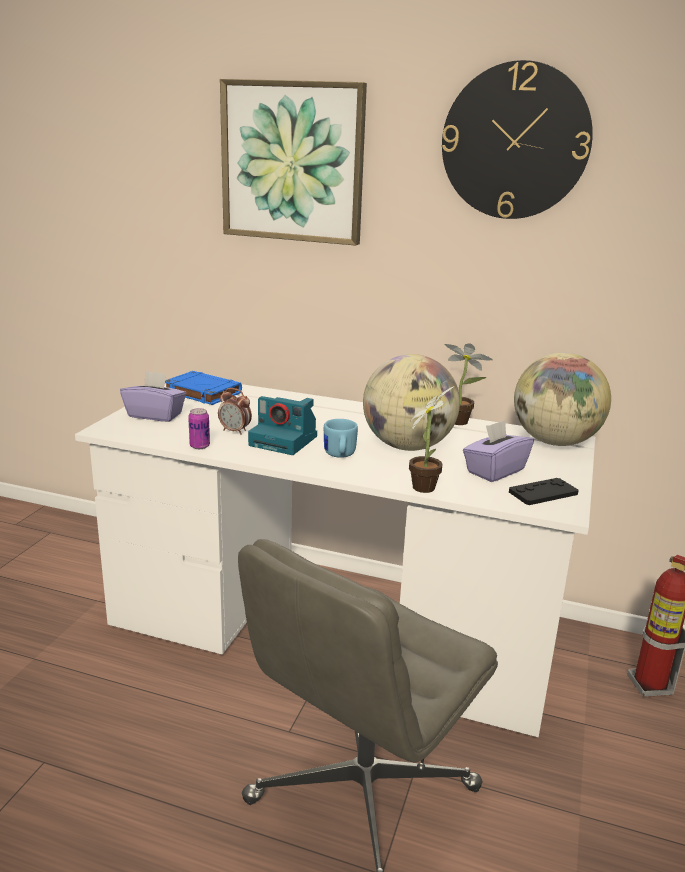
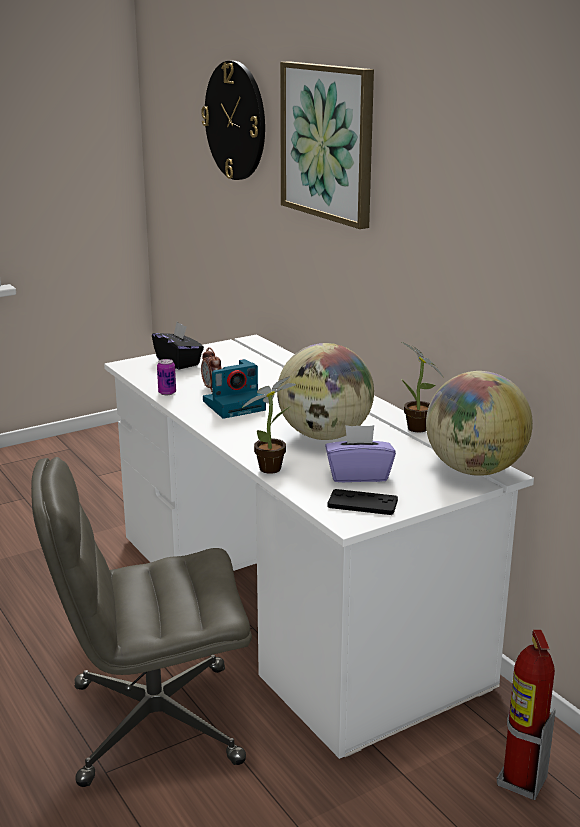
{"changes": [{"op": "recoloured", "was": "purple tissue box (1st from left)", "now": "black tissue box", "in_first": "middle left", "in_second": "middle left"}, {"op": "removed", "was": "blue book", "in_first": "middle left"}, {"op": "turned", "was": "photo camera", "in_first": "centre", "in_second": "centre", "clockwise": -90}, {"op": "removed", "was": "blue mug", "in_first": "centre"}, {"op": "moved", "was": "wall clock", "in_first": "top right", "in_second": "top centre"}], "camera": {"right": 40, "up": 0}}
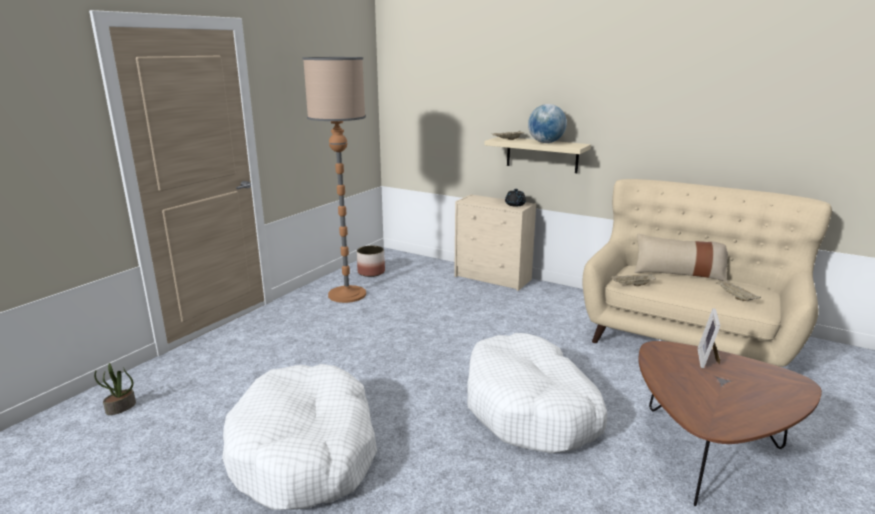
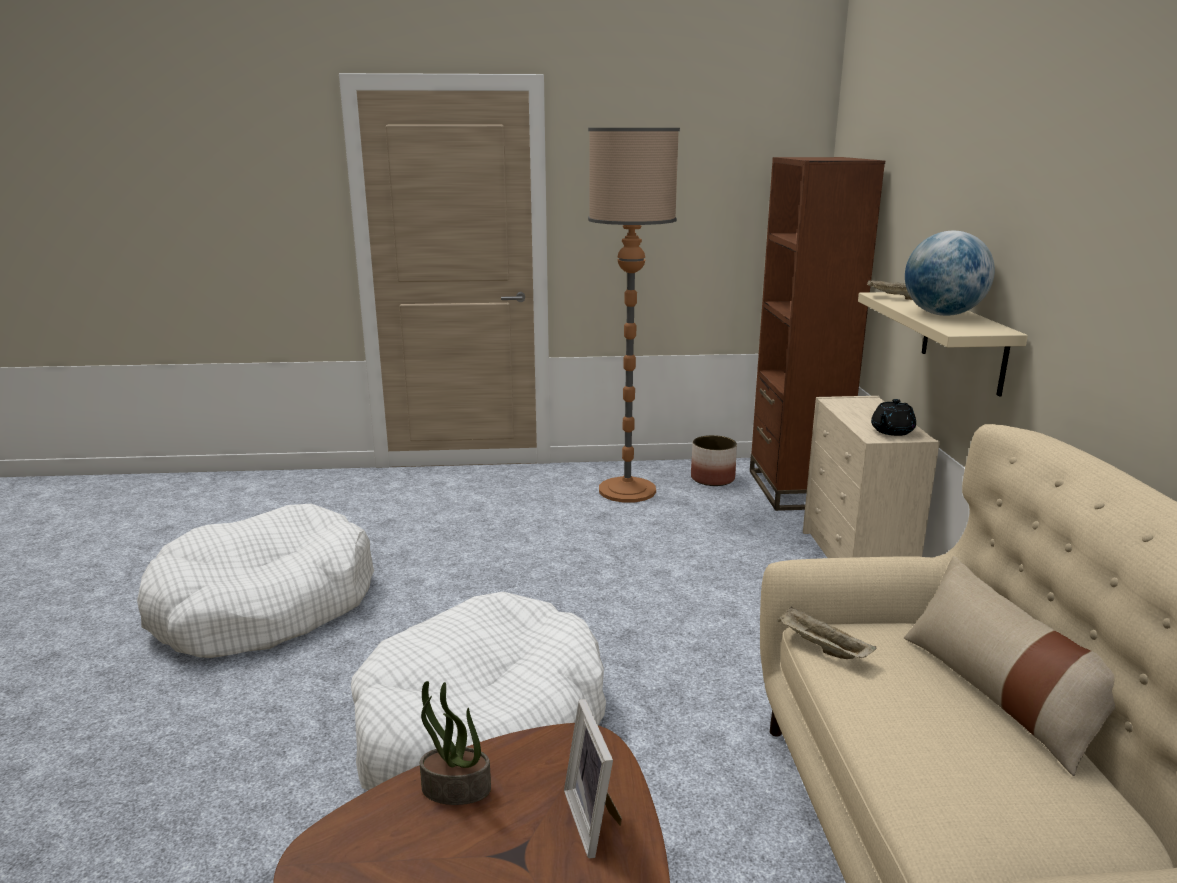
{"changes": [{"op": "moved", "was": "potted plant", "in_first": "bottom left", "in_second": "bottom centre"}, {"op": "turned", "was": "picture frame", "in_first": "middle right", "in_second": "bottom centre", "clockwise": -90}, {"op": "removed", "was": "beige tray (3rd from left)", "in_first": "middle right"}, {"op": "added", "now": "brown bookcase", "in_second": "middle right"}], "camera": {"right": 55, "up": 0}}
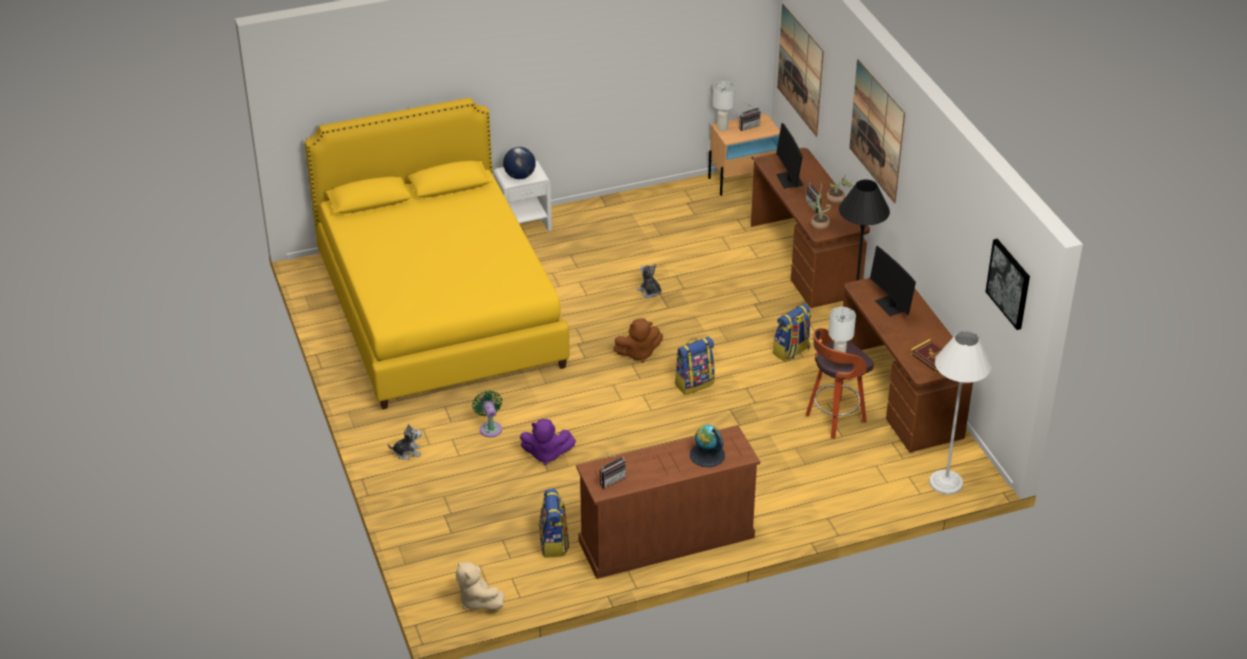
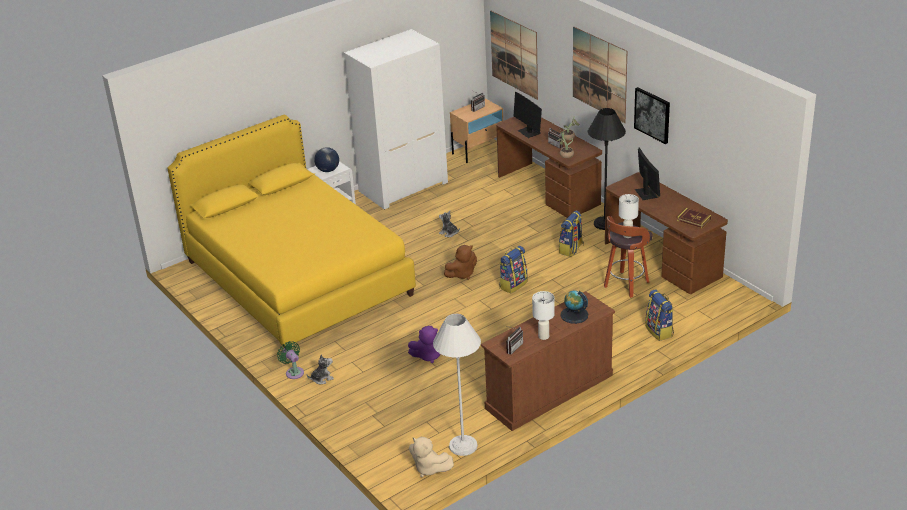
{"changes": [{"op": "moved", "was": "green fan", "in_first": "centre", "in_second": "bottom left"}, {"op": "moved", "was": "backpack (1st from left in the first image)", "now": "backpack (3rd from left)", "in_first": "bottom centre", "in_second": "middle right"}, {"op": "moved", "was": "white table lamp (1st from left)", "in_first": "top centre", "in_second": "centre"}, {"op": "turned", "was": "monitor (2nd from left)", "in_first": "middle right", "in_second": "middle right", "clockwise": -150}, {"op": "moved", "was": "white floor lamp", "in_first": "middle right", "in_second": "bottom centre"}, {"op": "moved", "was": "picture (3rd from left)", "in_first": "middle right", "in_second": "top right"}, {"op": "added", "now": "white wardrobe", "in_second": "top centre"}], "camera": {"right": -15, "up": -5}}
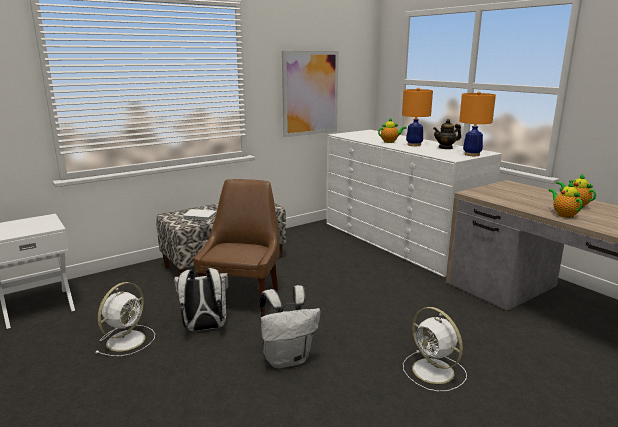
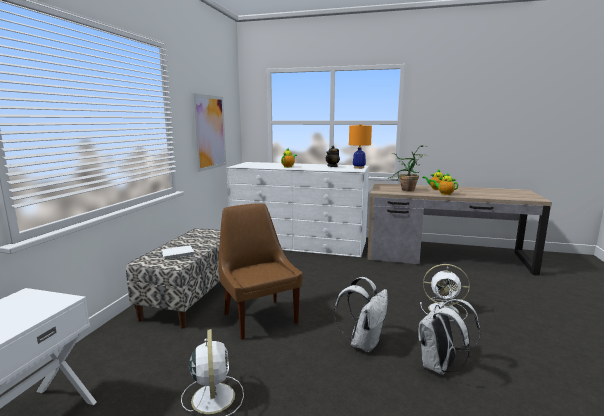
{"changes": [{"op": "moved", "was": "white backpack (1st from left in the first image)", "now": "white backpack (2nd from left)", "in_first": "bottom left", "in_second": "bottom right"}, {"op": "removed", "was": "orange table lamp (1st from left)", "in_first": "top right"}, {"op": "added", "now": "potted plant", "in_second": "middle right"}], "camera": {"right": -40, "up": -5}}
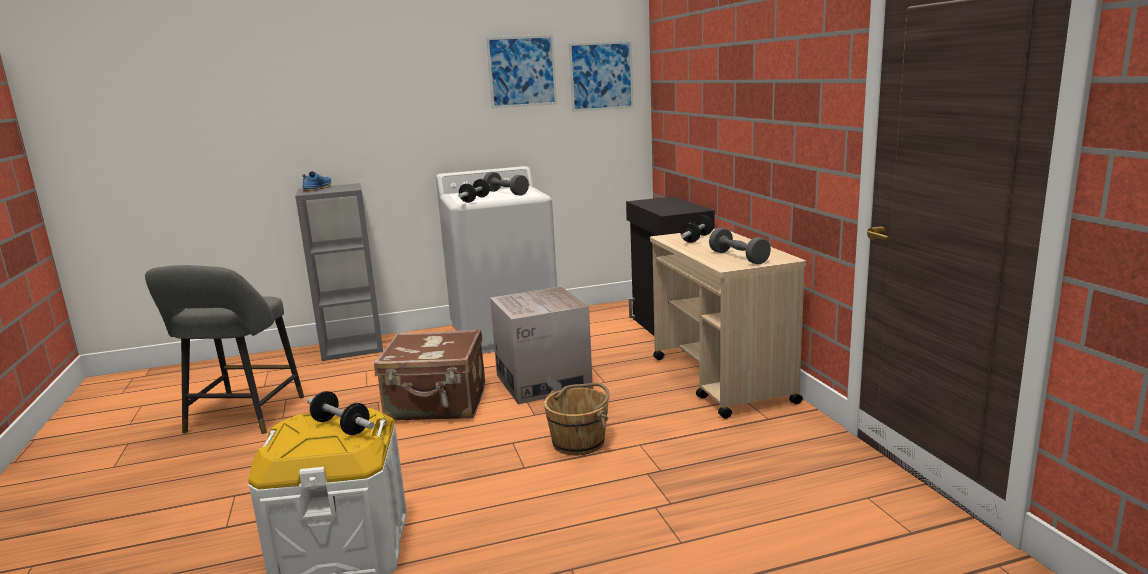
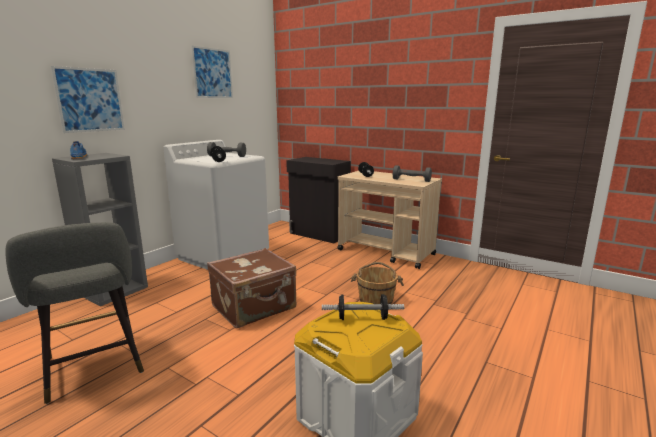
{"changes": [{"op": "removed", "was": "cardboard box", "in_first": "centre"}, {"op": "moved", "was": "picture (2nd from left in the first image)", "now": "picture (1st from left)", "in_first": "top centre", "in_second": "top left"}], "camera": {"right": -40, "up": 0}}
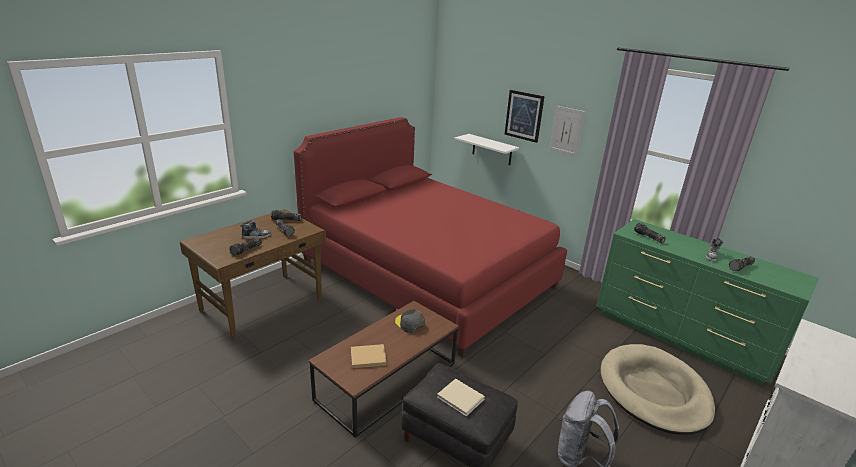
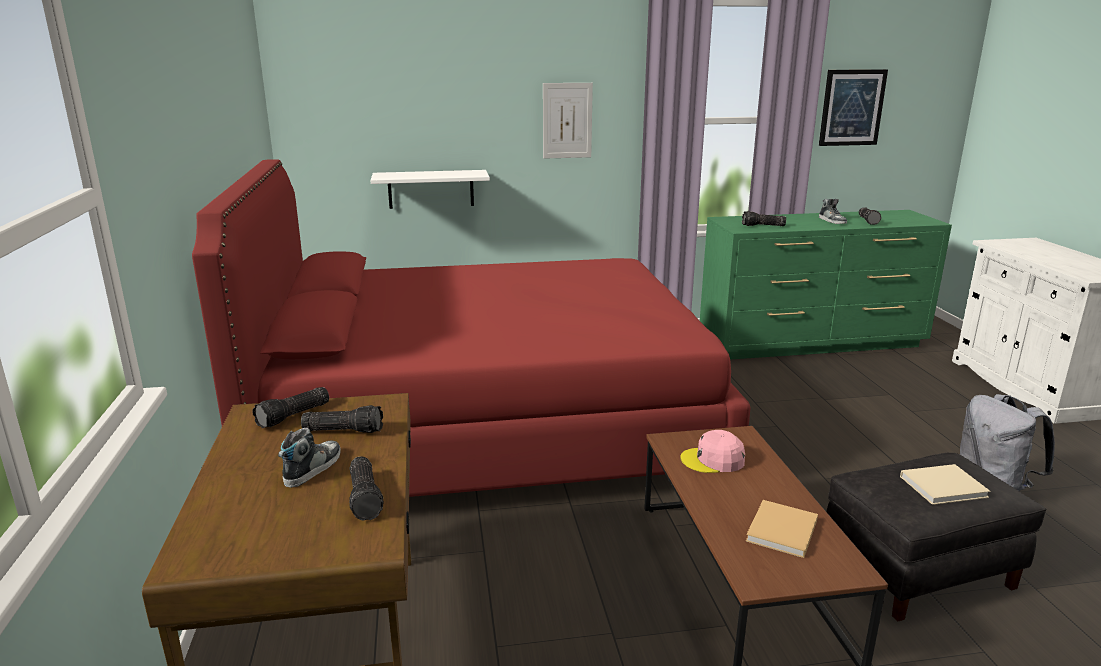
{"changes": [{"op": "recoloured", "was": "grey cap", "now": "pink cap", "in_first": "bottom centre", "in_second": "bottom centre"}, {"op": "moved", "was": "picture (1st from left in the first image)", "now": "picture (2nd from left)", "in_first": "top centre", "in_second": "top right"}, {"op": "removed", "was": "beige dog bed", "in_first": "bottom right"}], "camera": {"right": -50, "up": -5}}
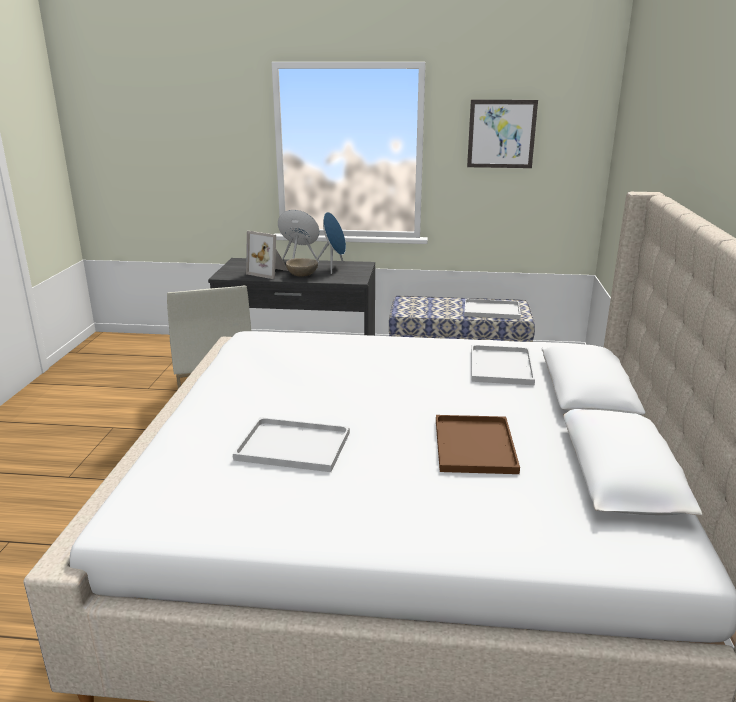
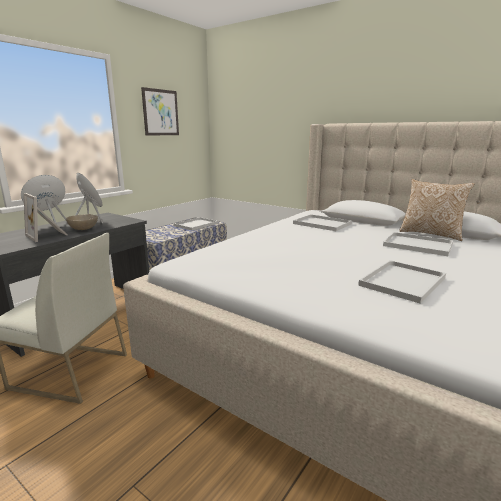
{"changes": [{"op": "turned", "was": "picture frame", "in_first": "centre", "in_second": "middle left", "clockwise": 75}, {"op": "recoloured", "was": "brown tray", "now": "white tray (4th from left)", "in_first": "centre", "in_second": "middle right"}, {"op": "added", "now": "pillow", "in_second": "middle right"}], "camera": {"right": -60, "up": -5}}
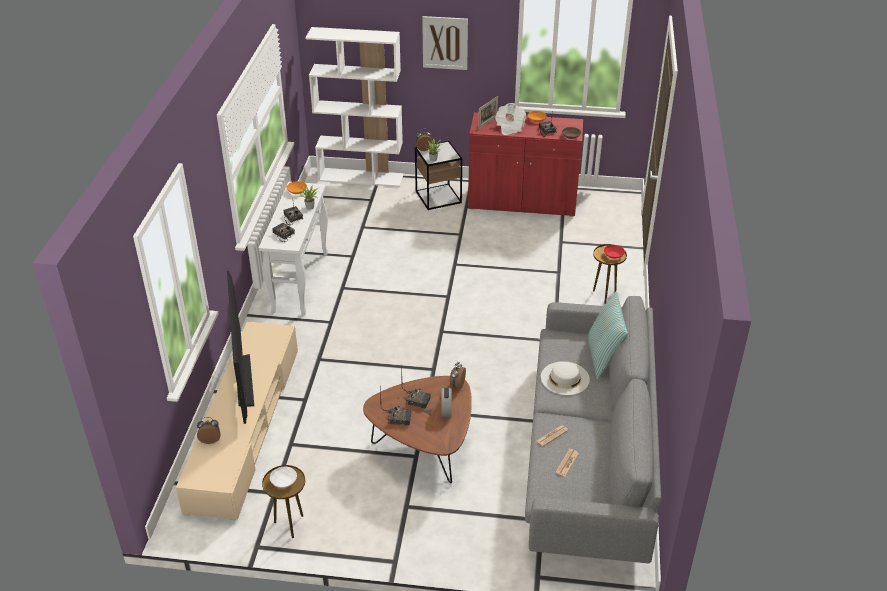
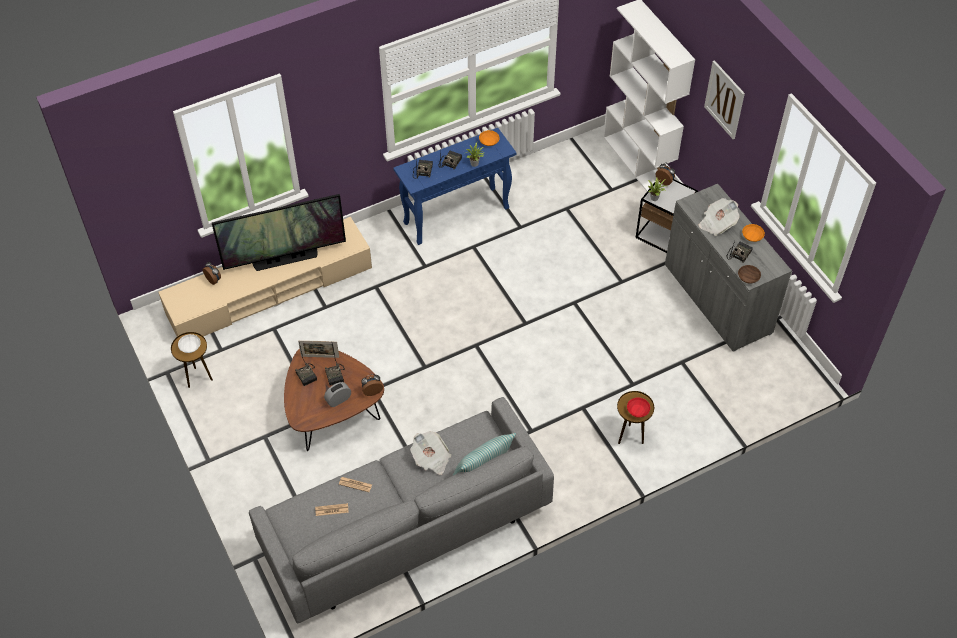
{"changes": [{"op": "turned", "was": "television", "in_first": "middle left", "in_second": "middle left", "clockwise": -150}, {"op": "recoloured", "was": "white console table", "now": "blue console table", "in_first": "middle left", "in_second": "top centre"}, {"op": "recoloured", "was": "red cabinet", "now": "grey cabinet", "in_first": "top centre", "in_second": "middle right"}, {"op": "moved", "was": "picture frame", "in_first": "top centre", "in_second": "middle left"}, {"op": "replaced", "was": "white hat", "now": "newspaper (3rd from left)", "in_first": "centre", "in_second": "bottom centre"}], "camera": {"right": 55, "up": 15}}
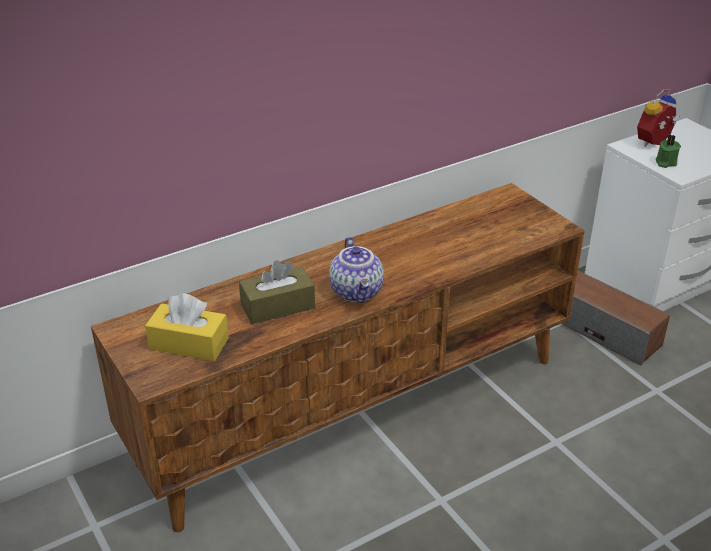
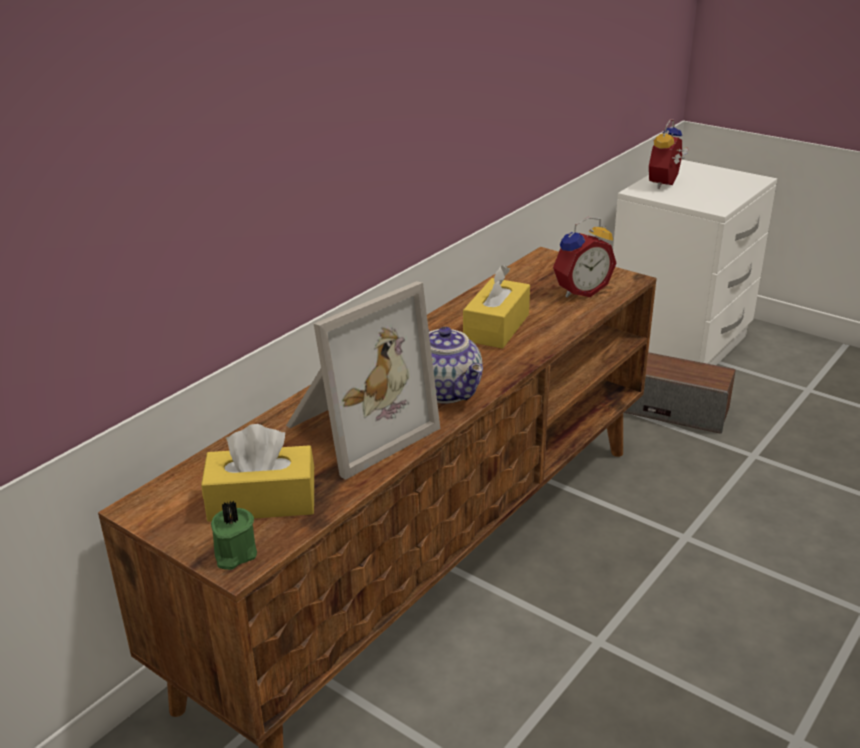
{"changes": [{"op": "replaced", "was": "brown tissue box", "now": "picture frame", "in_first": "centre", "in_second": "centre"}, {"op": "moved", "was": "green candle", "in_first": "top right", "in_second": "bottom left"}, {"op": "added", "now": "yellow tissue box (2nd from left)", "in_second": "centre"}, {"op": "added", "now": "alarm clock (1st from left)", "in_second": "middle right"}], "camera": {"right": -20, "up": -5}}
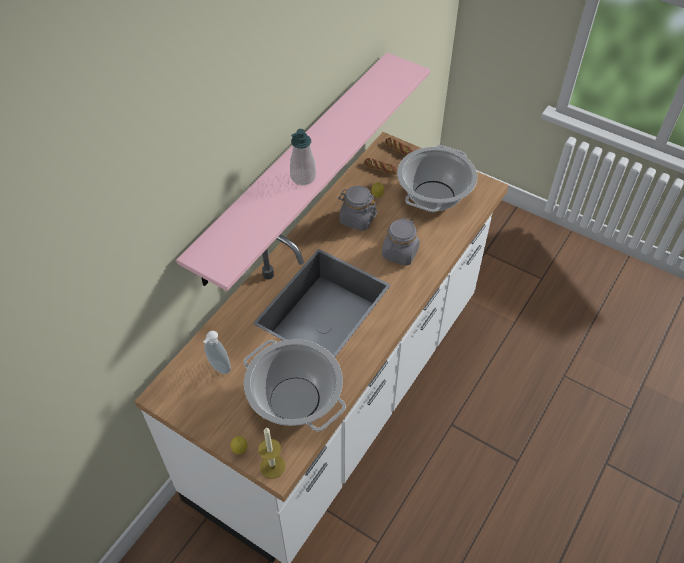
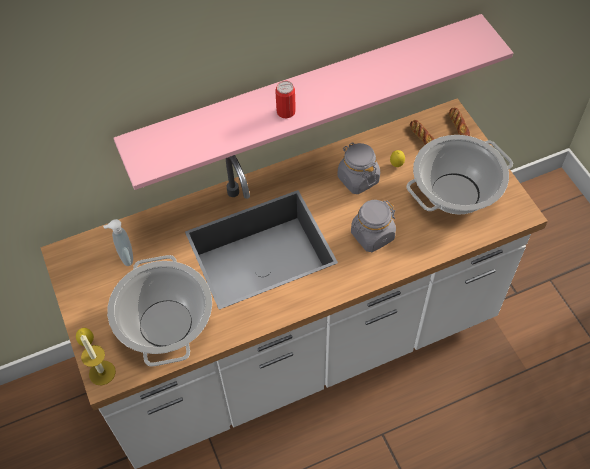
{"changes": [{"op": "replaced", "was": "soap dispenser (2nd from left)", "now": "can", "in_first": "top centre", "in_second": "top centre"}], "camera": {"right": 35, "up": 5}}
